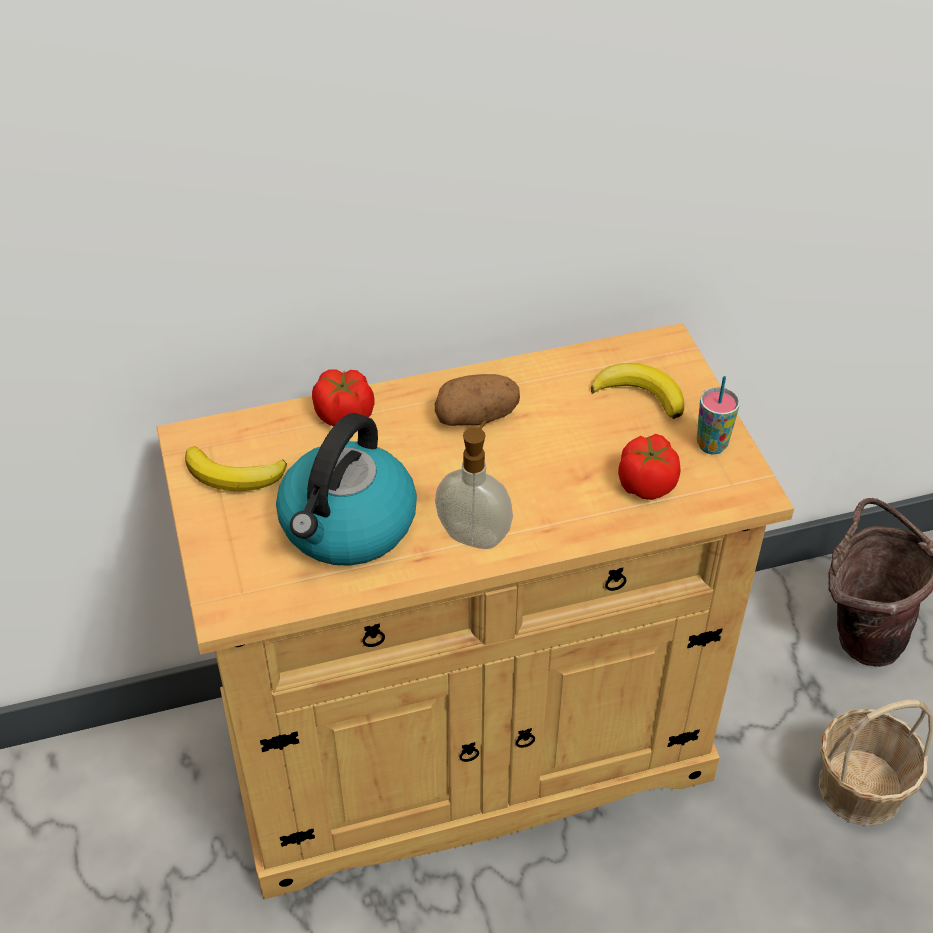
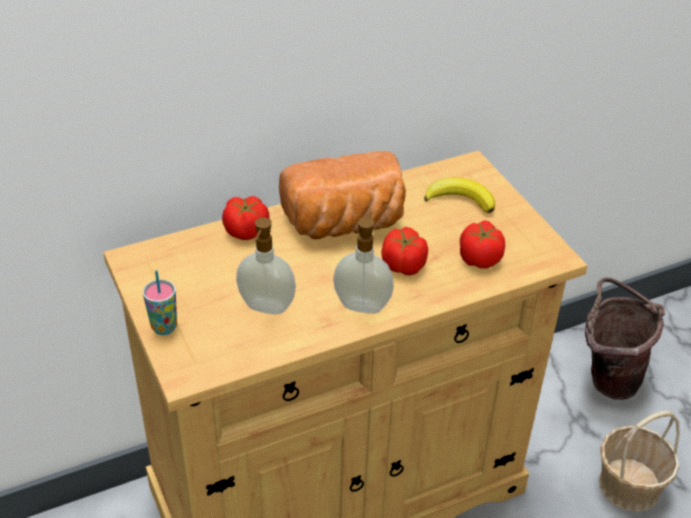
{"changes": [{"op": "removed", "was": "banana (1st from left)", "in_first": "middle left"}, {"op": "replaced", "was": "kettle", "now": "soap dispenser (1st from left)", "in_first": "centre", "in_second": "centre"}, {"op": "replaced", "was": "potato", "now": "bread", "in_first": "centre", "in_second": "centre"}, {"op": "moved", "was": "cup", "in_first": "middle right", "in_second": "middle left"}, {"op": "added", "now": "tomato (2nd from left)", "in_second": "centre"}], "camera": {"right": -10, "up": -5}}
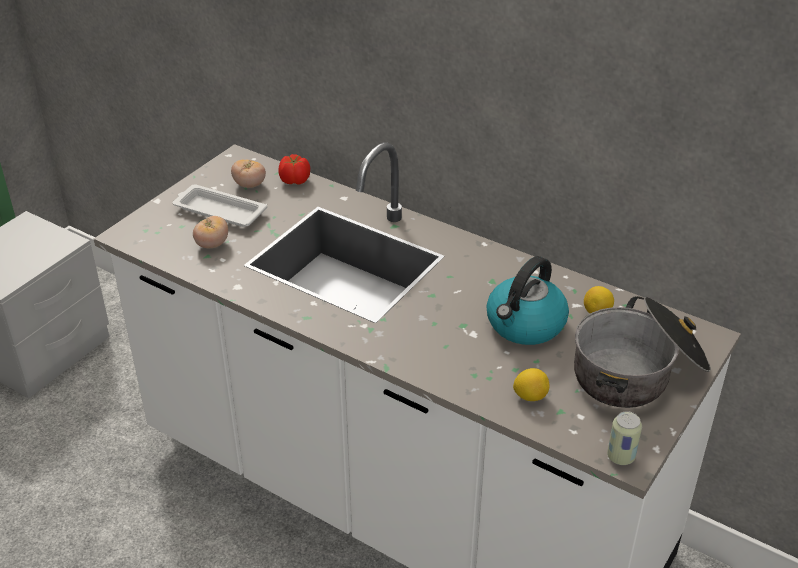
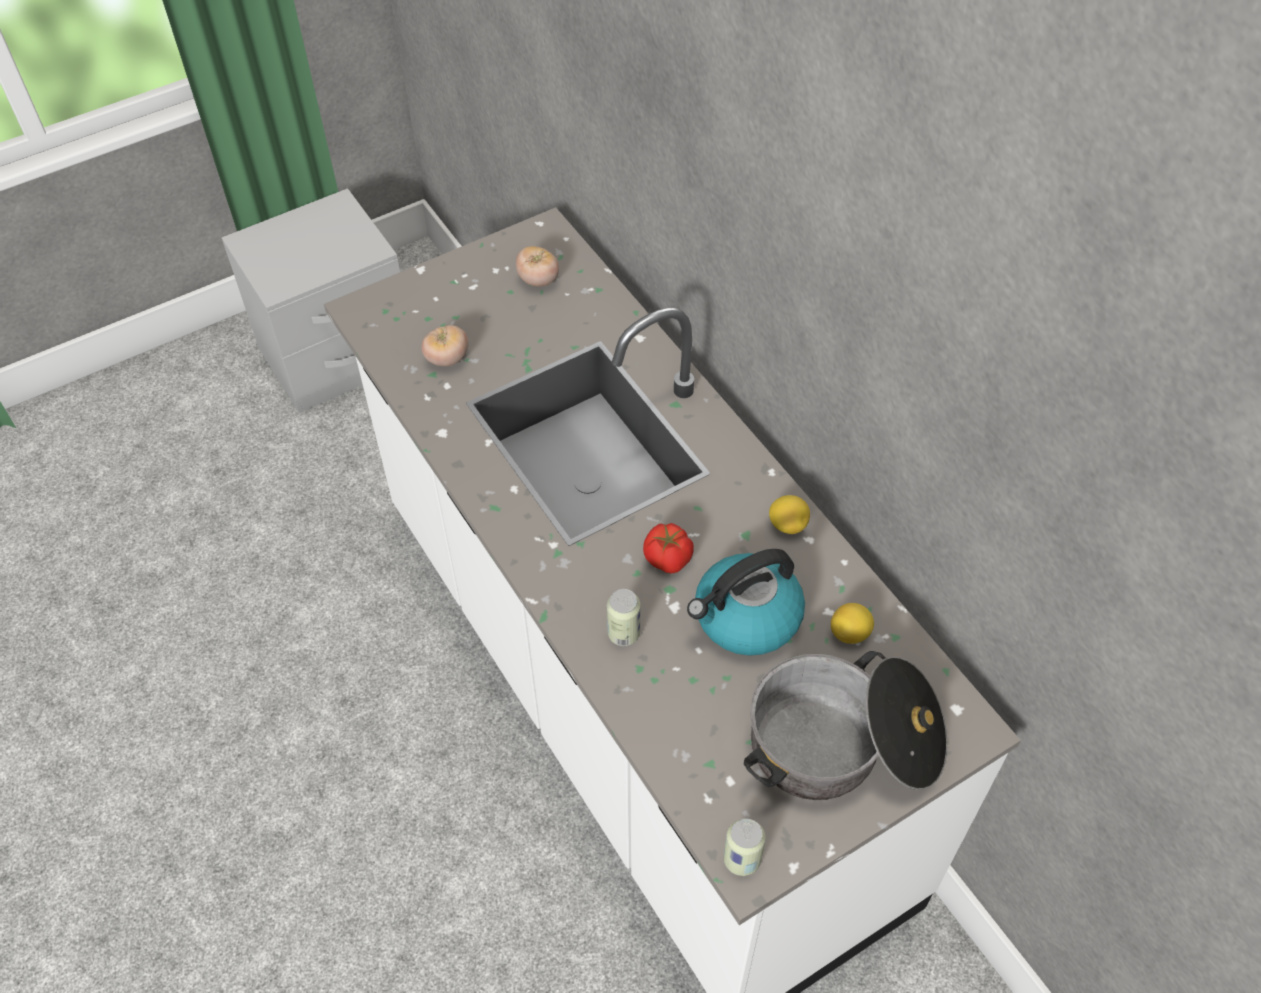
{"changes": [{"op": "removed", "was": "white tray", "in_first": "middle left"}, {"op": "moved", "was": "tomato (3rd from left)", "in_first": "top centre", "in_second": "centre"}, {"op": "moved", "was": "lemon (1st from left)", "in_first": "bottom centre", "in_second": "centre"}, {"op": "added", "now": "can (1st from left)", "in_second": "centre"}], "camera": {"right": 25, "up": 15}}
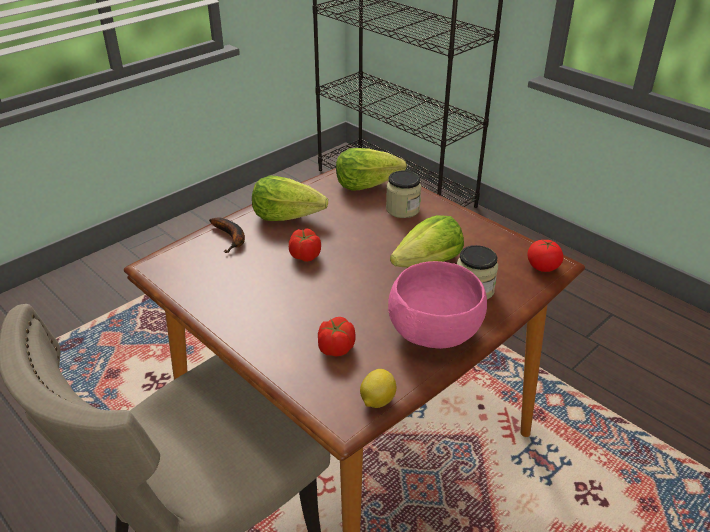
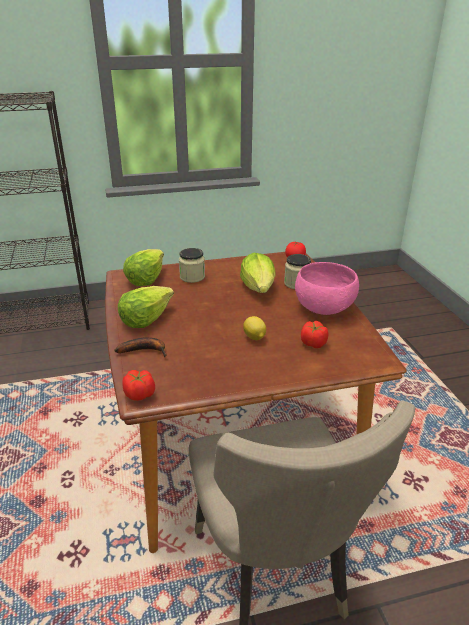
{"changes": [{"op": "moved", "was": "tomato (1st from left)", "in_first": "centre", "in_second": "middle left"}, {"op": "moved", "was": "lemon", "in_first": "bottom centre", "in_second": "centre"}], "camera": {"right": -60, "up": -5}}
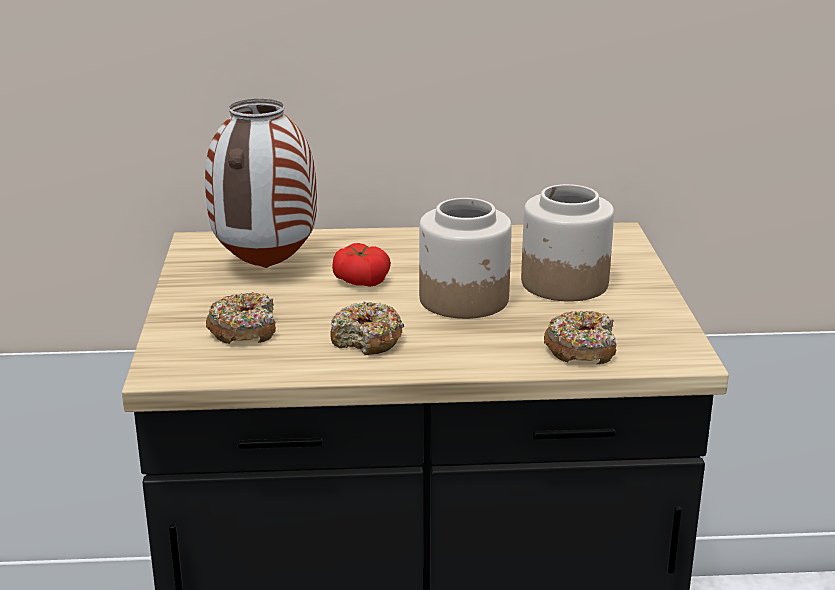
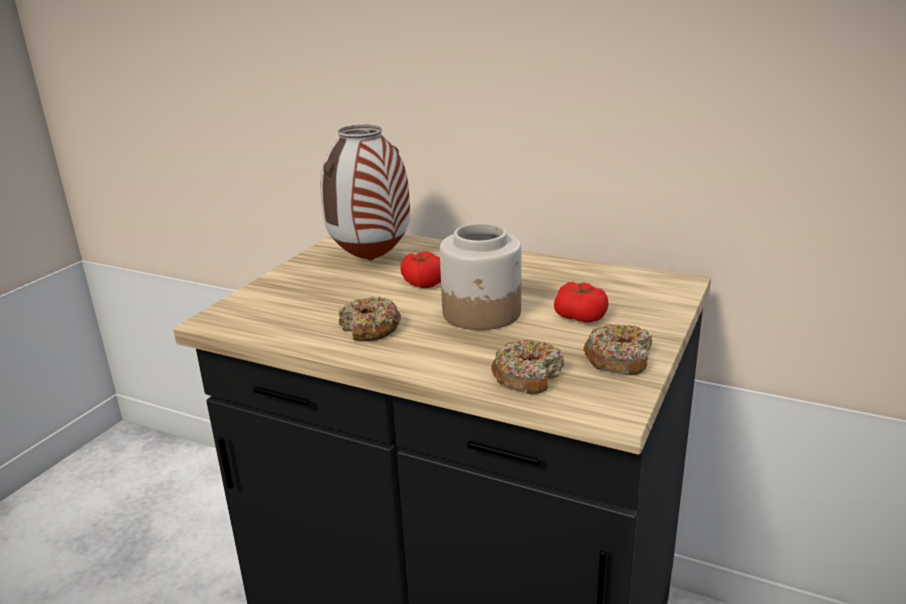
{"changes": [{"op": "moved", "was": "donut (1st from left in the first image)", "now": "donut (3rd from left)", "in_first": "middle left", "in_second": "middle right"}, {"op": "replaced", "was": "jar (2nd from left)", "now": "tomato (2nd from left)", "in_first": "middle right", "in_second": "centre"}], "camera": {"right": 30, "up": 0}}
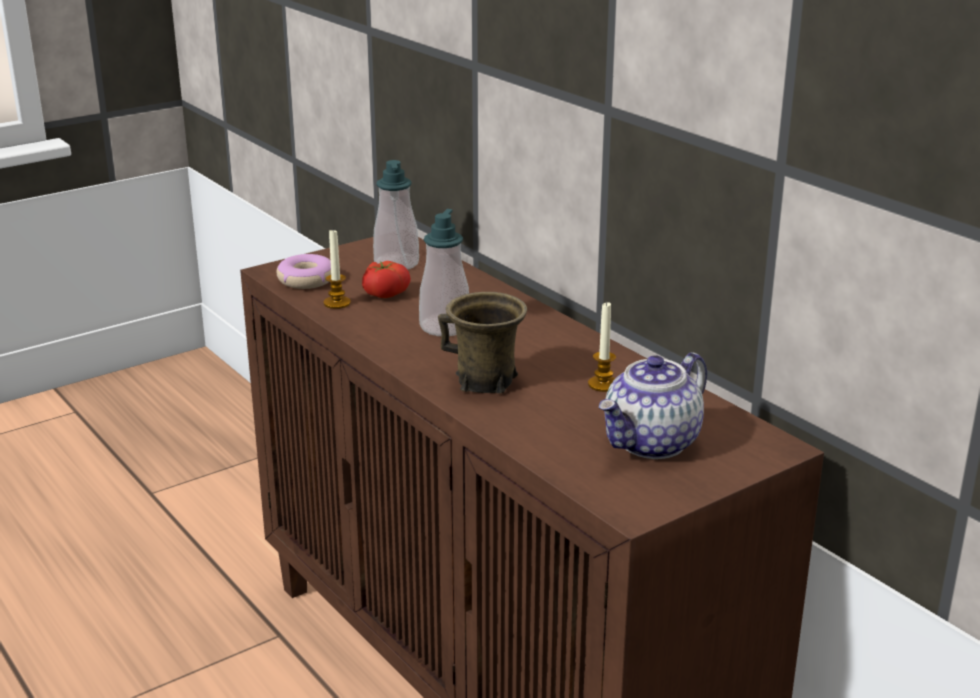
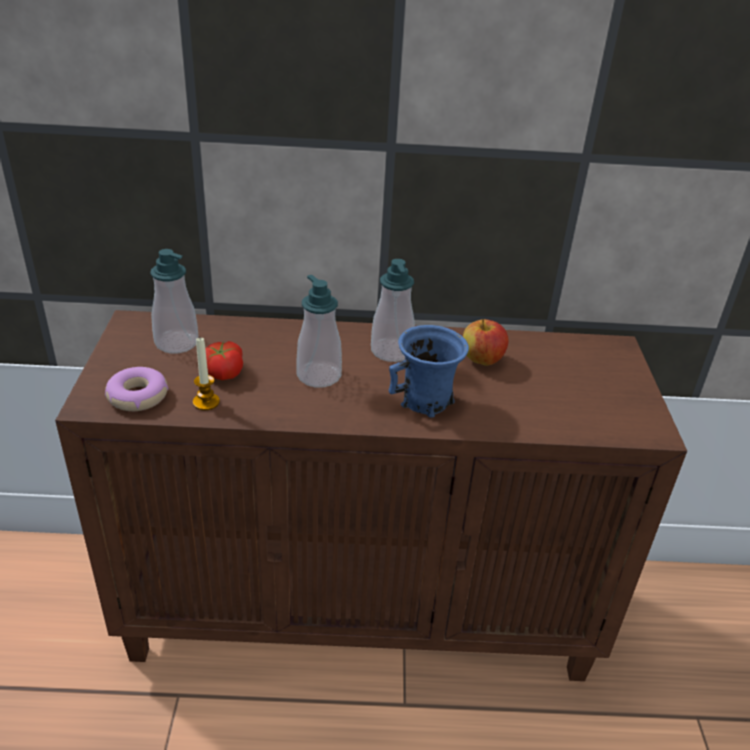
{"changes": [{"op": "recoloured", "was": "brown mug", "now": "blue mug", "in_first": "centre", "in_second": "centre"}, {"op": "replaced", "was": "candle (2nd from left)", "now": "apple", "in_first": "centre", "in_second": "centre"}, {"op": "removed", "was": "teapot", "in_first": "centre"}, {"op": "added", "now": "soap dispenser (3rd from left)", "in_second": "centre"}], "camera": {"right": -55, "up": 10}}
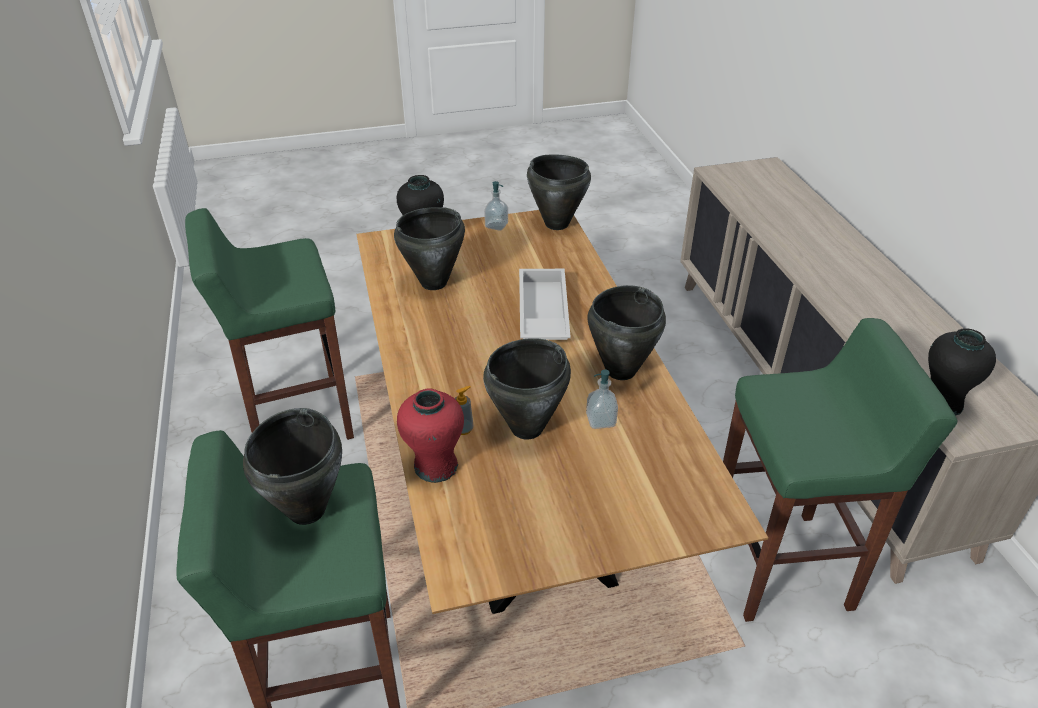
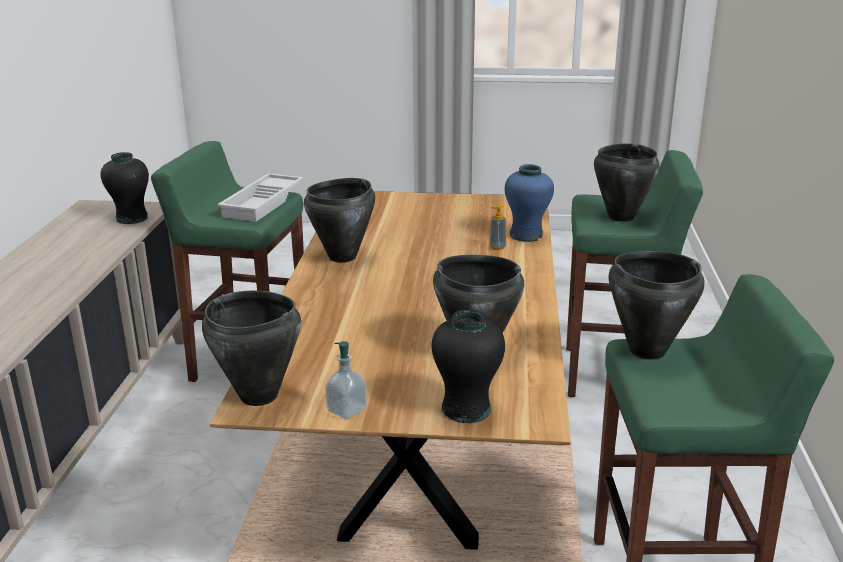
{"changes": [{"op": "recoloured", "was": "red vase", "now": "blue vase", "in_first": "centre", "in_second": "centre"}, {"op": "moved", "was": "black cooking pot (3rd from left in the first image)", "now": "black cooking pot (5th from left)", "in_first": "centre", "in_second": "middle right"}, {"op": "moved", "was": "white tray", "in_first": "centre", "in_second": "middle left"}, {"op": "removed", "was": "soap dispenser (3rd from left)", "in_first": "centre"}], "camera": {"right": -160, "up": -15}}
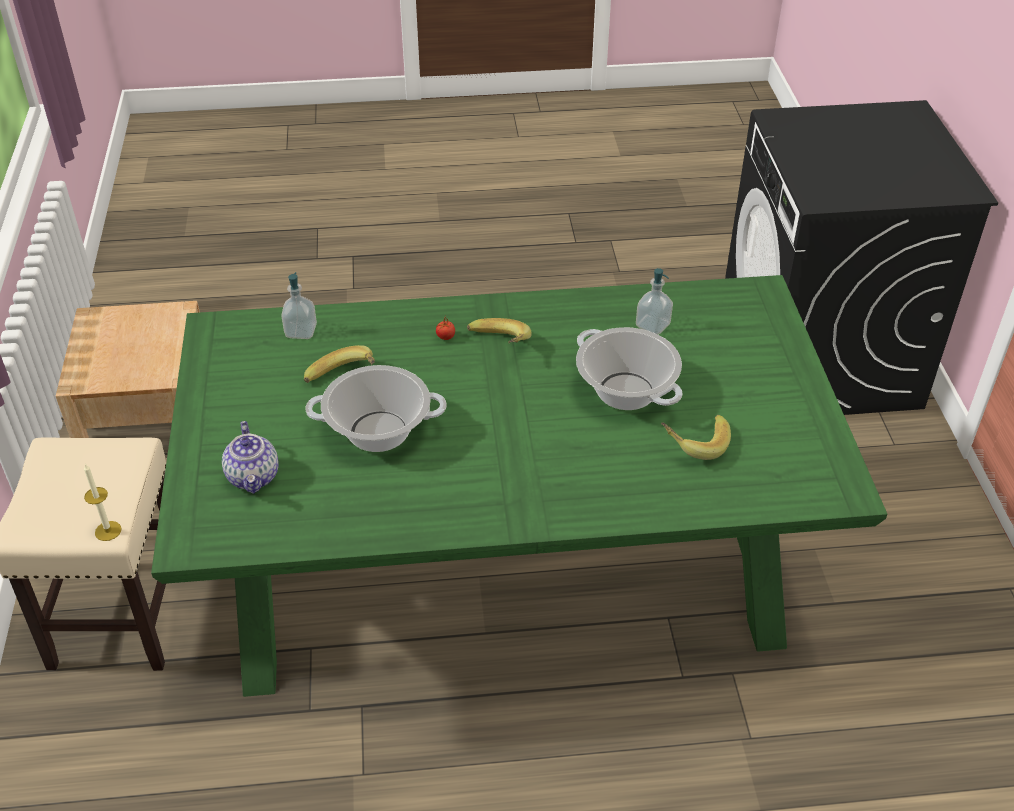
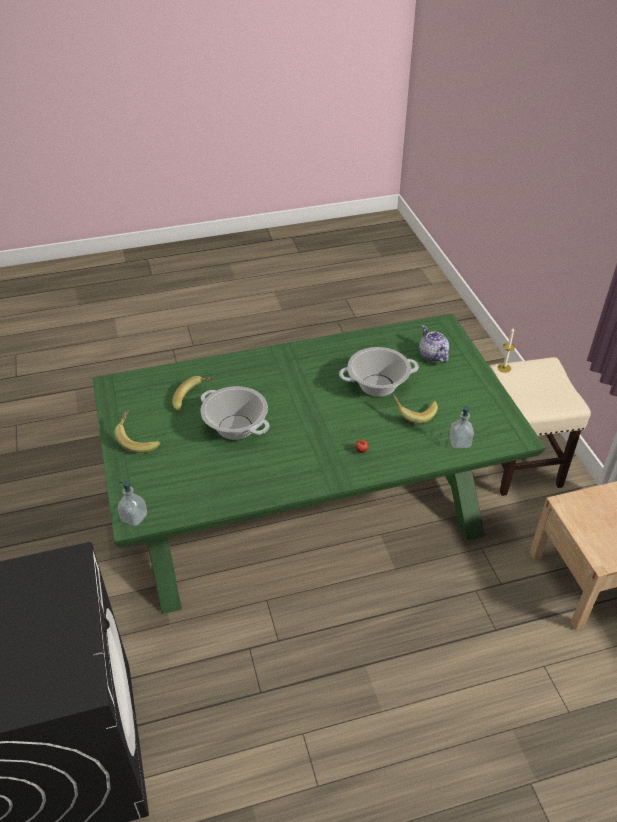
{"changes": [{"op": "moved", "was": "banana (2nd from left in the first image)", "now": "banana (1st from left)", "in_first": "centre", "in_second": "middle left"}, {"op": "moved", "was": "soap dispenser (2nd from left in the first image)", "now": "soap dispenser (1st from left)", "in_first": "centre", "in_second": "middle left"}], "camera": {"right": 170, "up": 0}}
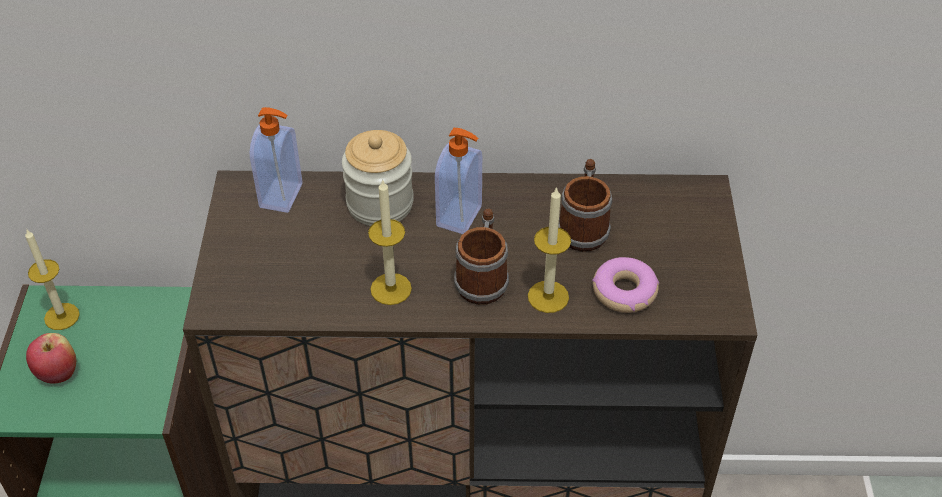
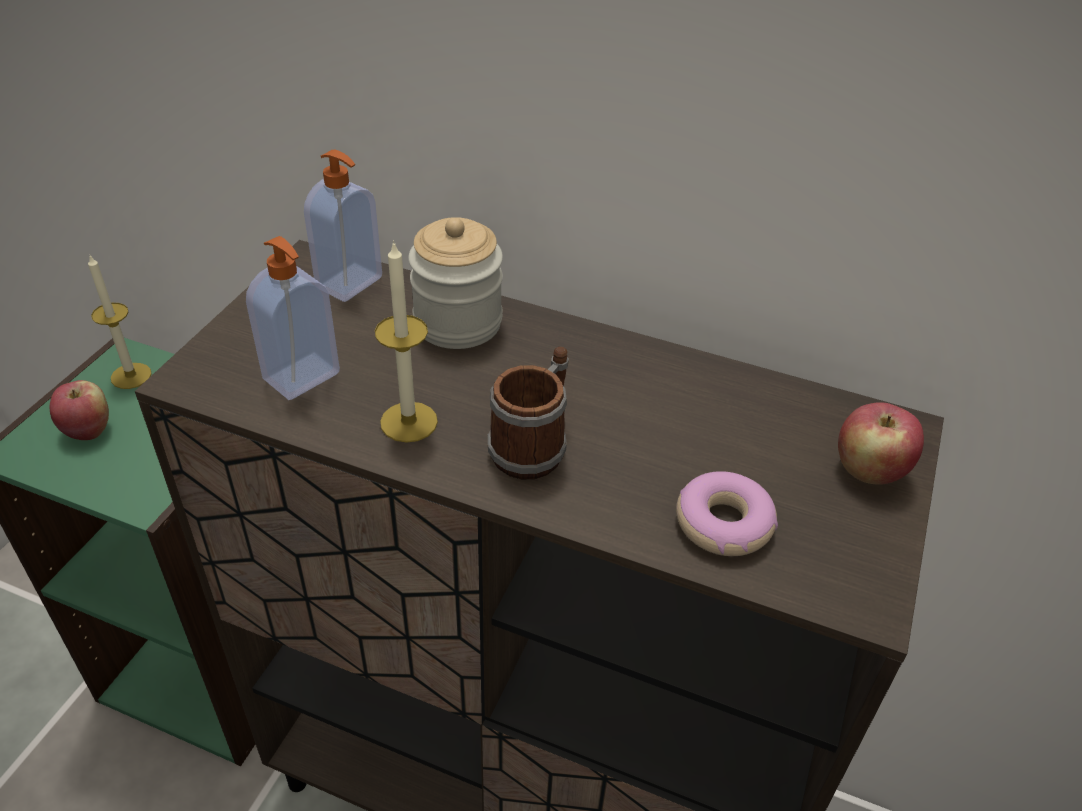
{"changes": [{"op": "moved", "was": "soap dispenser (2nd from left in the first image)", "now": "soap dispenser (1st from left)", "in_first": "centre", "in_second": "middle left"}, {"op": "removed", "was": "candle (3rd from left)", "in_first": "centre"}, {"op": "removed", "was": "mug (2nd from left)", "in_first": "centre"}, {"op": "added", "now": "apple (2nd from left)", "in_second": "middle right"}], "camera": {"right": 20, "up": -5}}
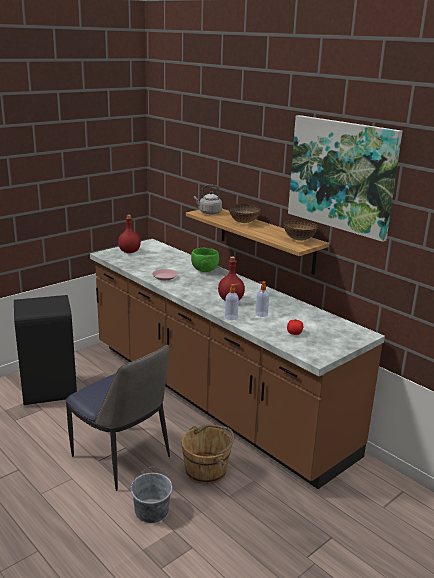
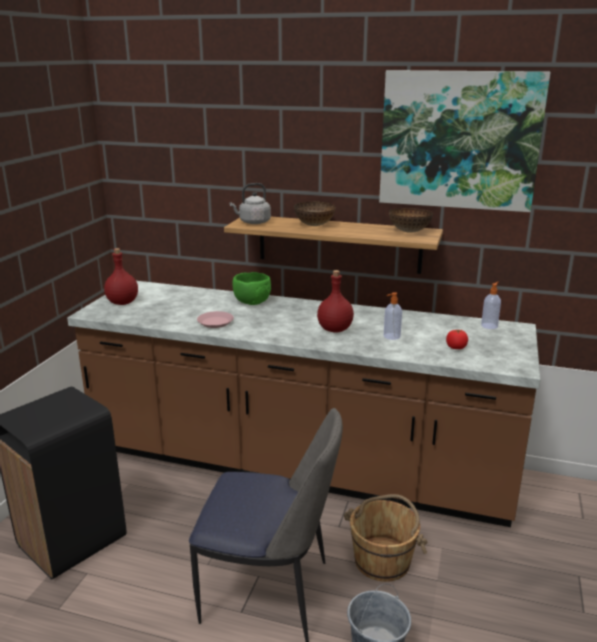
{"changes": [{"op": "moved", "was": "soap dispenser (1st from left in the first image)", "now": "soap dispenser (2nd from left)", "in_first": "centre", "in_second": "middle right"}], "camera": {"right": -30, "up": 0}}
